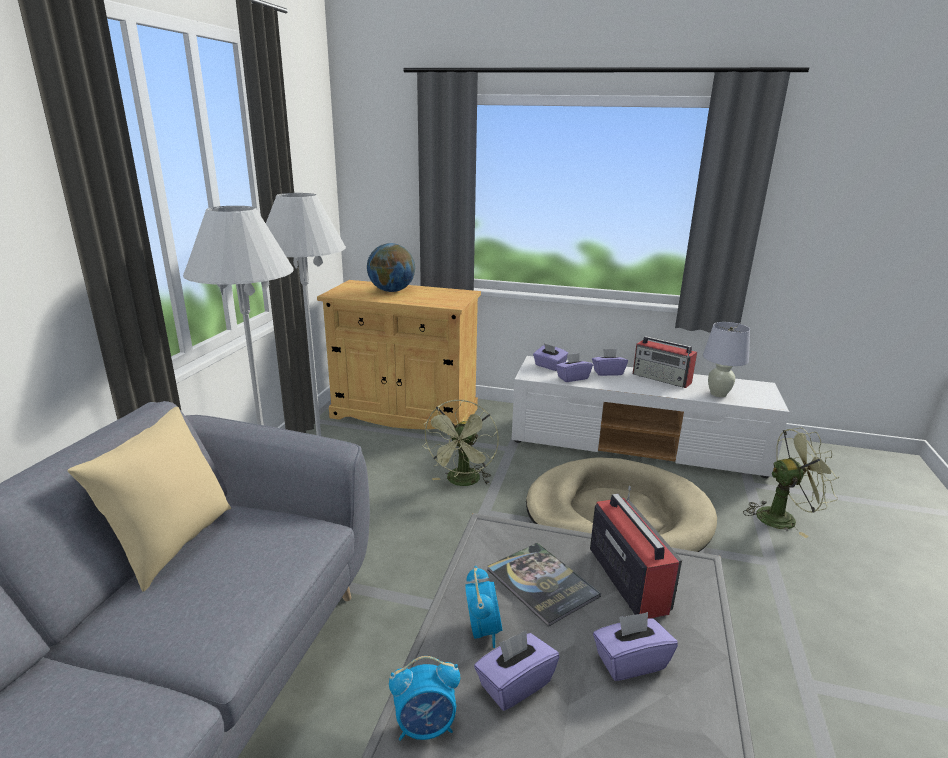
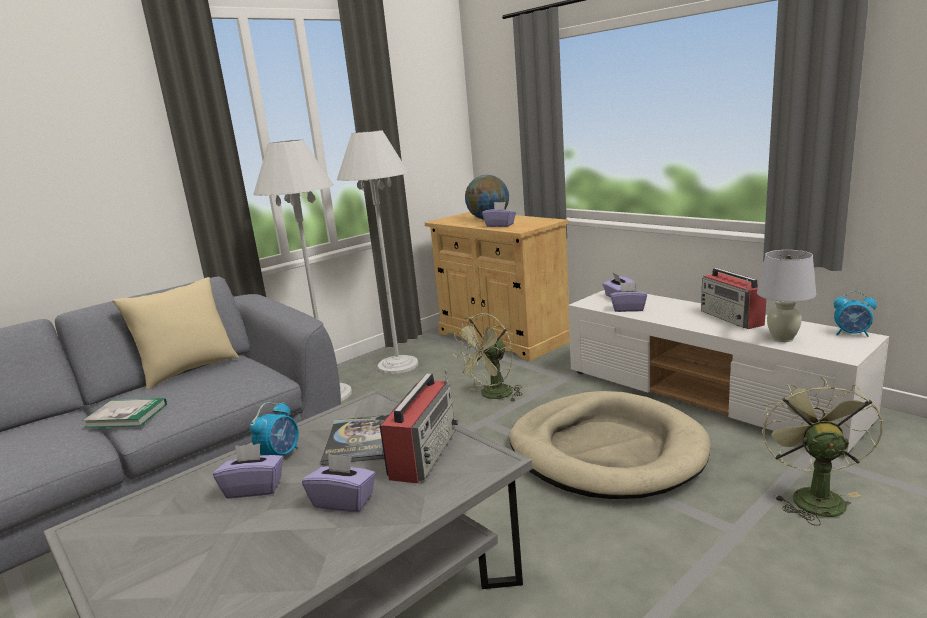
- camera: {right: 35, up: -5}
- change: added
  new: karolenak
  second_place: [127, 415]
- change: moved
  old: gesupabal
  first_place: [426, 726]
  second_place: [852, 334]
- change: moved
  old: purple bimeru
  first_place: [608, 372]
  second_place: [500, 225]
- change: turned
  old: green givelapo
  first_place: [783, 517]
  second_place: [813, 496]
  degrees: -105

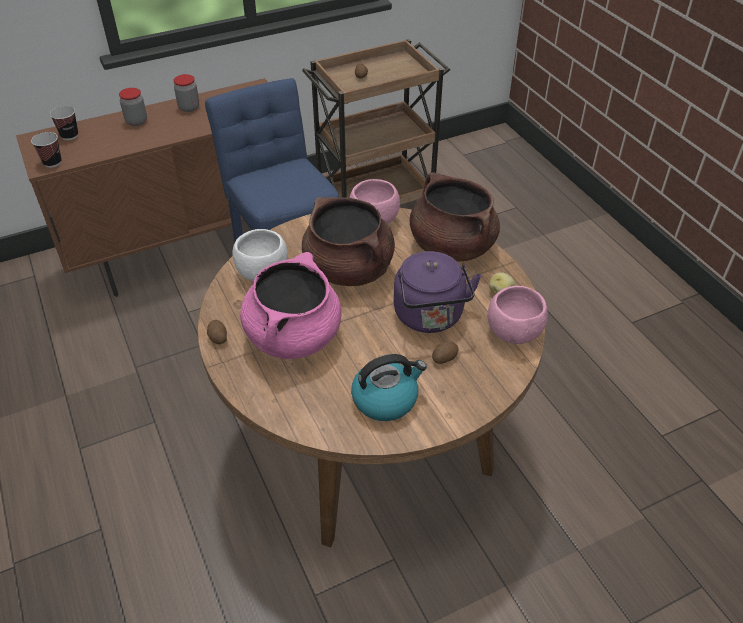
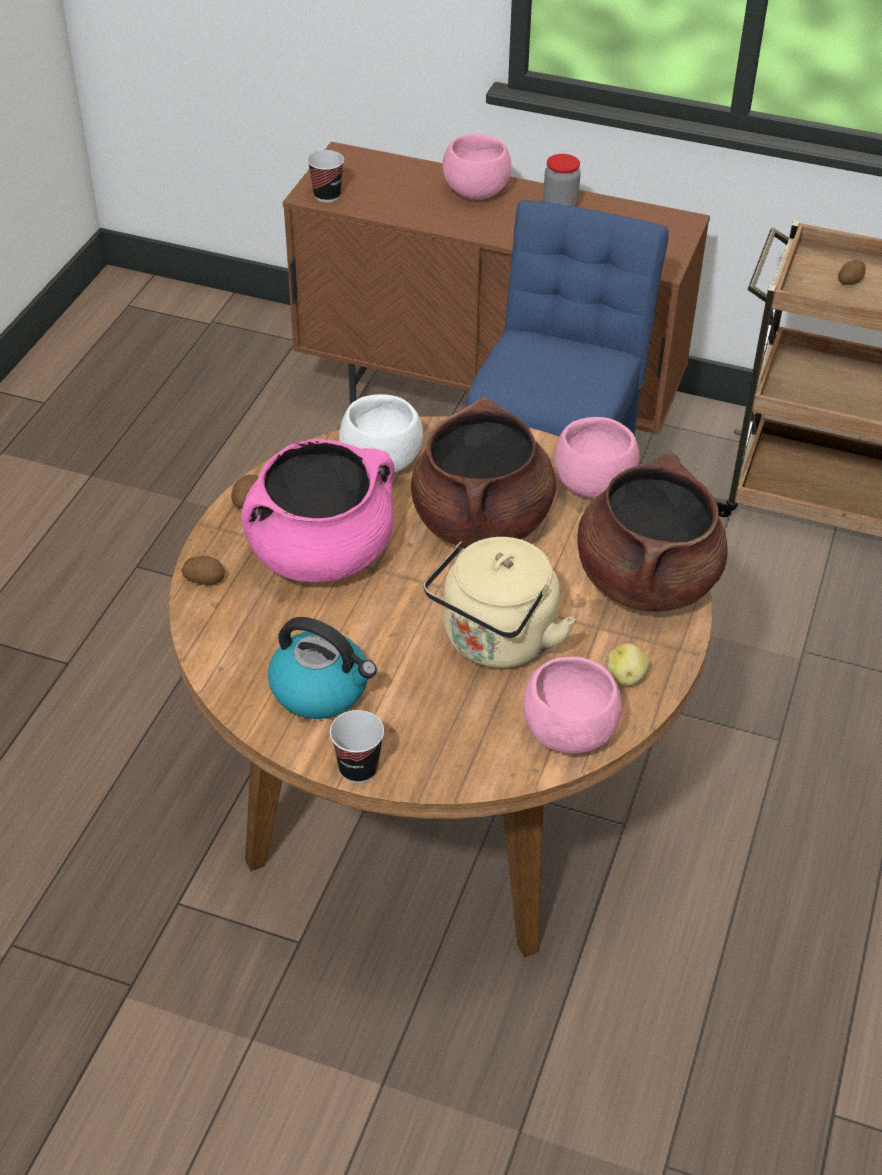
- camera: {right: 45, up: 0}
- change: moved
  old: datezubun
  first_place: [69, 135]
  second_place: [358, 768]
- change: moved
  old: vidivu
  first_place: [444, 357]
  second_place: [205, 579]
- change: replaced
  old: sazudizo
  new: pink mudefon
  first_place: [136, 121]
  second_place: [476, 192]
- change: recoloured
  old: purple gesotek
  new: beige gesotek
  first_place: [430, 317]
  second_place: [496, 642]

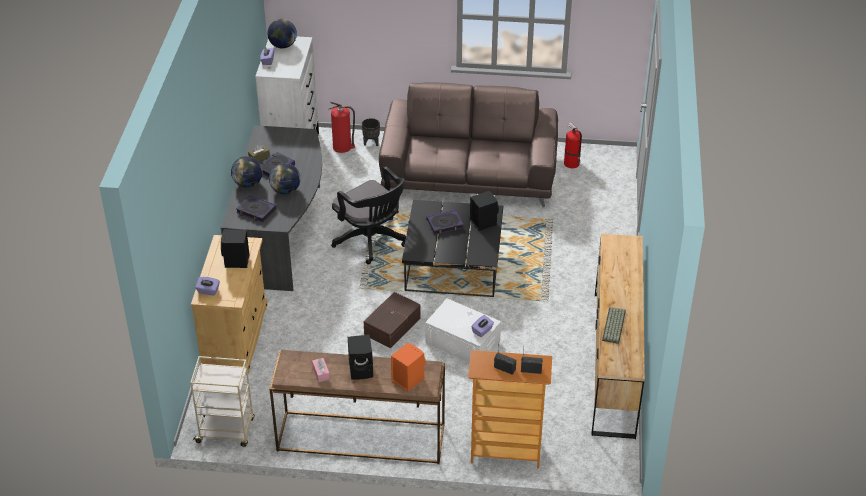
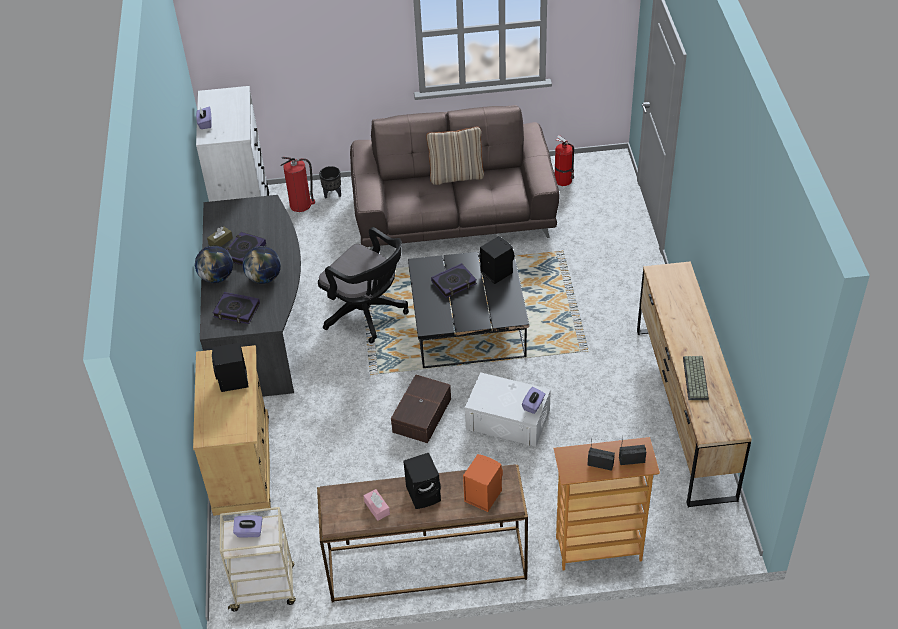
- camera: {right: -10, up: 5}
- change: removed
  old: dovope
  first_place: [283, 46]
- change: added
  new: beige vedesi
  second_place: [456, 175]
- change: moved
  old: purple bimeru
  first_place: [208, 291]
  second_place: [249, 532]

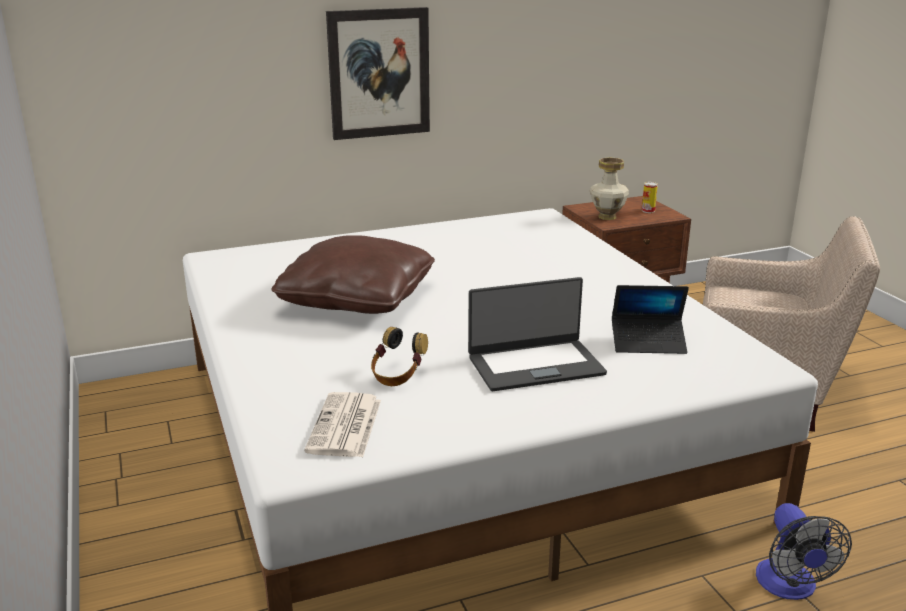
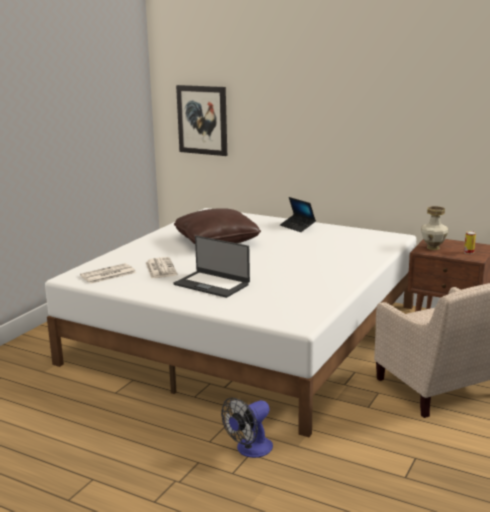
- camera: {right: 50, up: -5}
- change: moved
  old: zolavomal
  first_place: [379, 73]
  second_place: [202, 120]
- change: moved
  old: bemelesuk
  first_place: [648, 343]
  second_place: [297, 227]
- change: replaced
  old: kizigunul
  new: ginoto
  first_place: [398, 376]
  second_place: [160, 268]

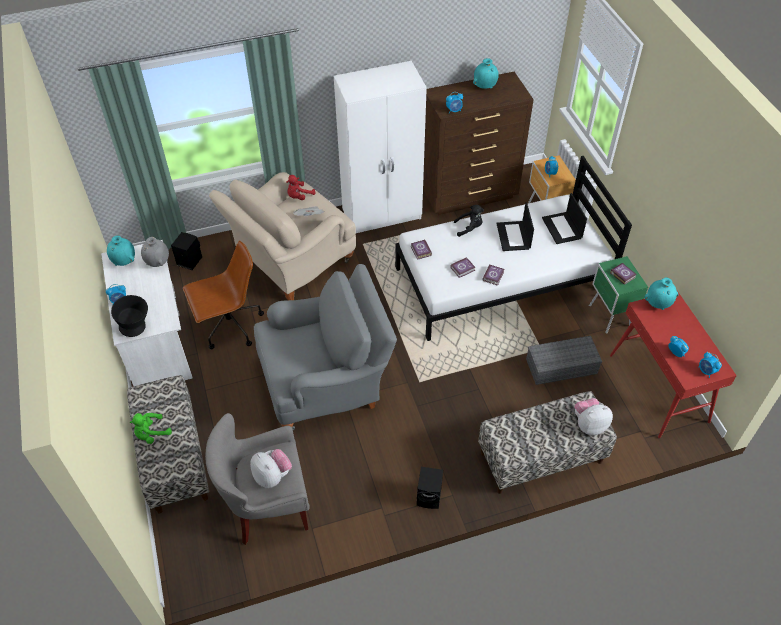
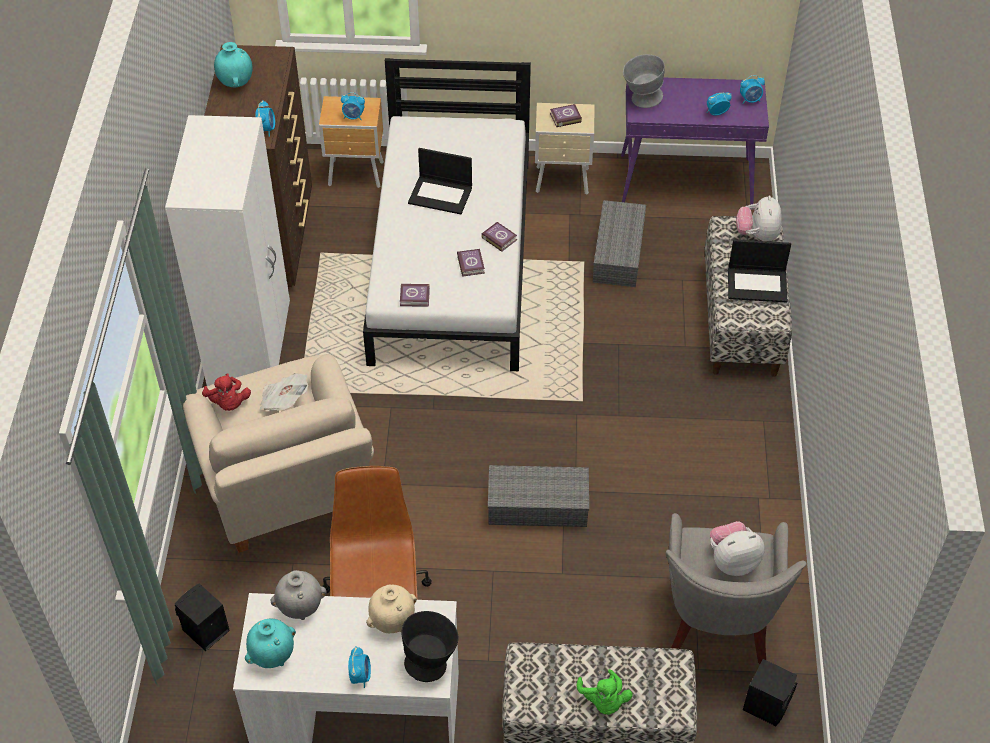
- camera: {right: -70, up: 0}
- change: removed
  old: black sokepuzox
  first_place: [469, 228]
- change: added
  new: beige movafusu
  second_place: [393, 621]
- change: moved
  old: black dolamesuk
  first_place: [430, 496]
  second_place: [767, 704]
- change: moved
  old: bemelesuk
  first_place: [562, 228]
  second_place: [757, 284]
- change: replaced
  old: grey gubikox
  new: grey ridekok
  first_place: [327, 382]
  second_place: [539, 504]
- change: replaced
  old: turquoise movafusu
  new: grey mudefon
  first_place: [658, 304]
  second_place: [640, 99]
- change: recoloured
  old: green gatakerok
  new: beige gatakerok
  first_place: [609, 317]
  second_place: [563, 181]
- change: recoloured
  old: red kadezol
  new: purple kadezol
  first_place: [658, 388]
  second_place: [687, 181]

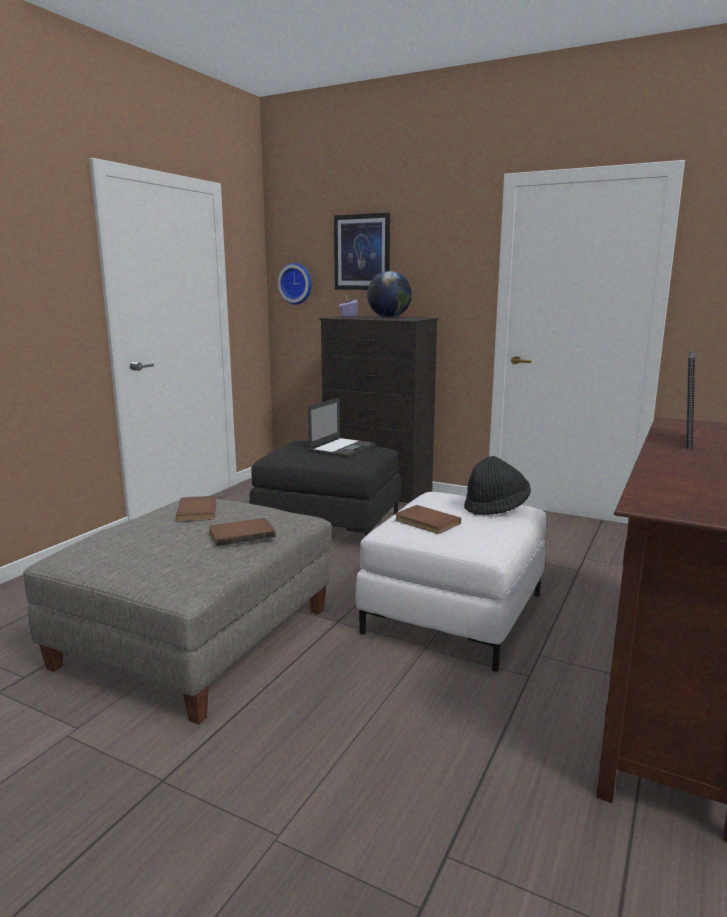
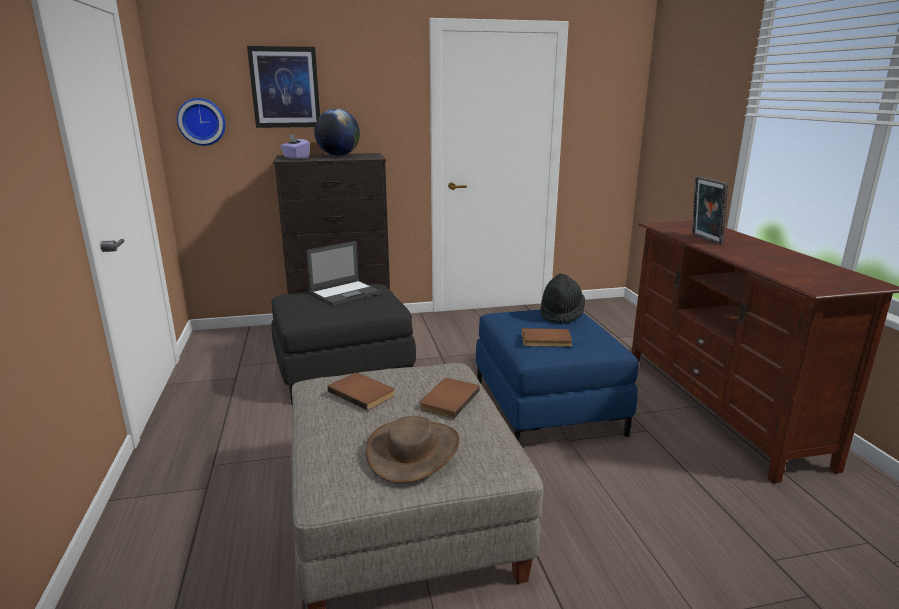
- camera: {right: -40, up: 5}
- change: added
  new: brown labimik
  second_place: [414, 451]
- change: recoloured
  old: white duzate
  new: blue duzate
  first_place: [454, 613]
  second_place: [546, 407]
- change: turned
  old: bemelesuk
  first_place: [342, 448]
  second_place: [346, 293]
  degrees: 60

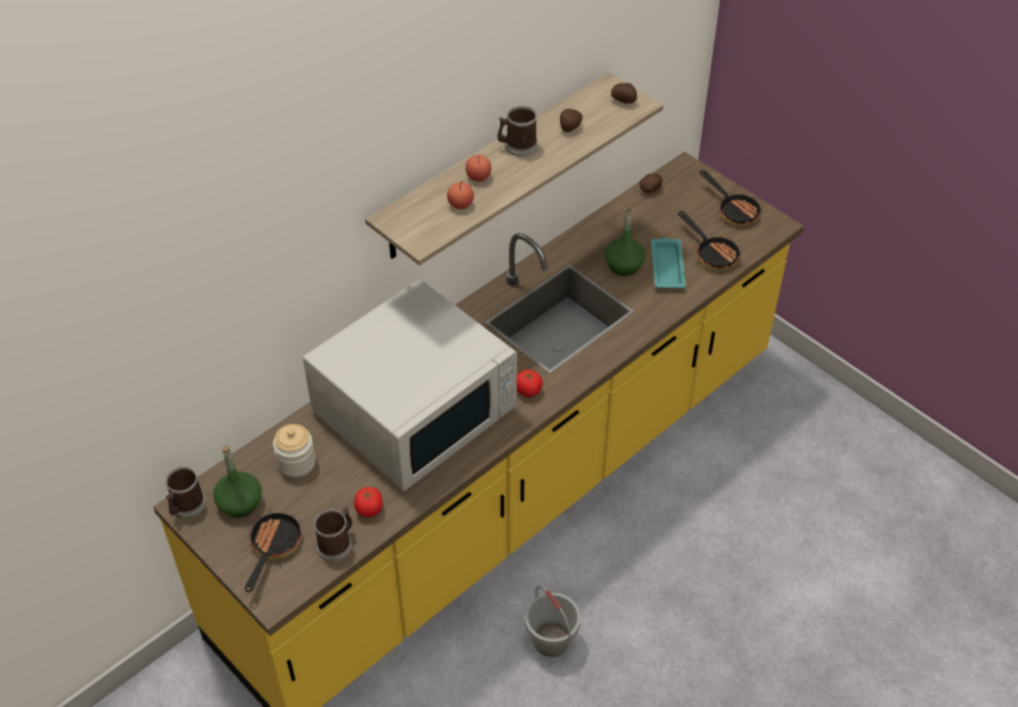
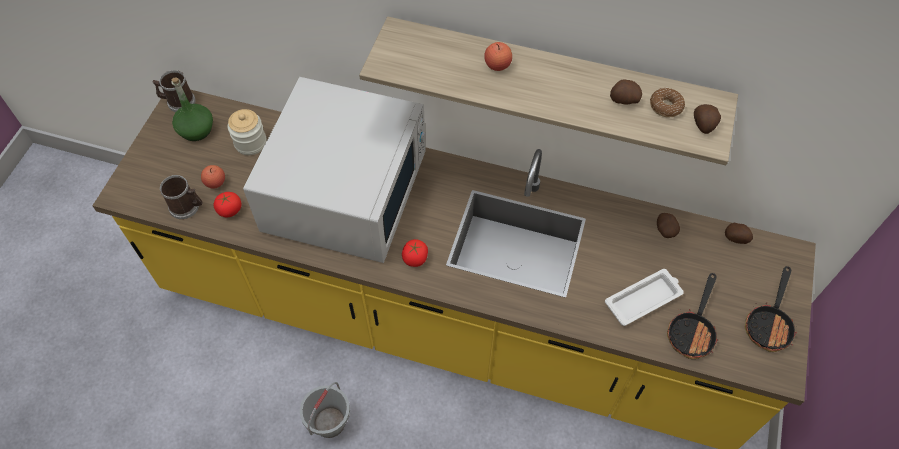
- camera: {right: 60, up: 10}
- change: removed
  old: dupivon
  first_place: [273, 548]
- change: removed
  old: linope
  first_place: [517, 146]
- change: removed
  old: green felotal
  first_place: [623, 265]
- change: added
  new: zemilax
  second_place: [665, 106]
- change: added
  new: vidivu
  second_place: [665, 230]
- change: moved
  old: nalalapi
  first_place: [460, 204]
  second_place: [215, 182]
- change: recoloured
  old: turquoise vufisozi
  new: white vufisozi
  first_place: [667, 266]
  second_place: [644, 299]
- change: turned
  old: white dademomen
  first_place: [416, 410]
  second_place: [346, 190]
  degrees: -90

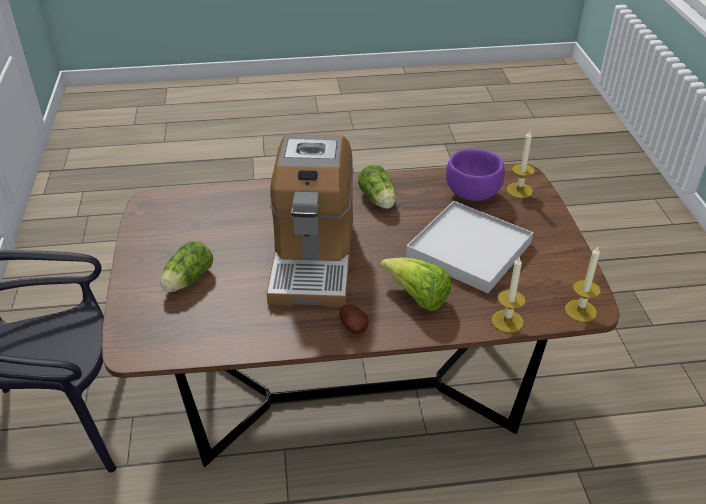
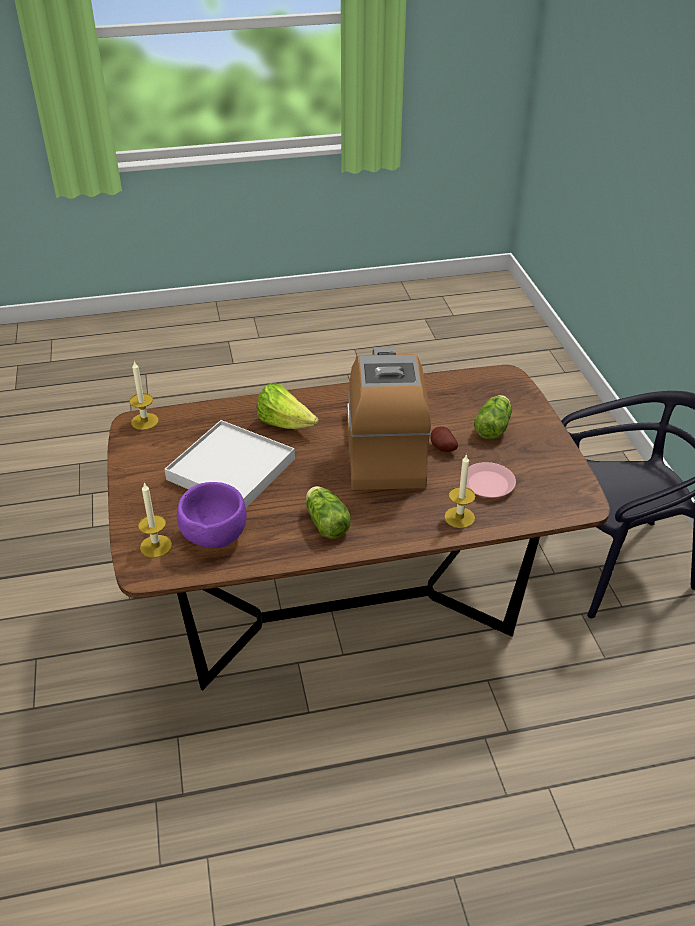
- camera: {right: 175, up: 0}
- change: added
  new: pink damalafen
  second_place: [488, 484]
- change: moved
  old: vidivu
  first_place: [355, 328]
  second_place: [442, 448]
- change: moved
  old: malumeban
  first_place: [507, 321]
  second_place: [459, 517]

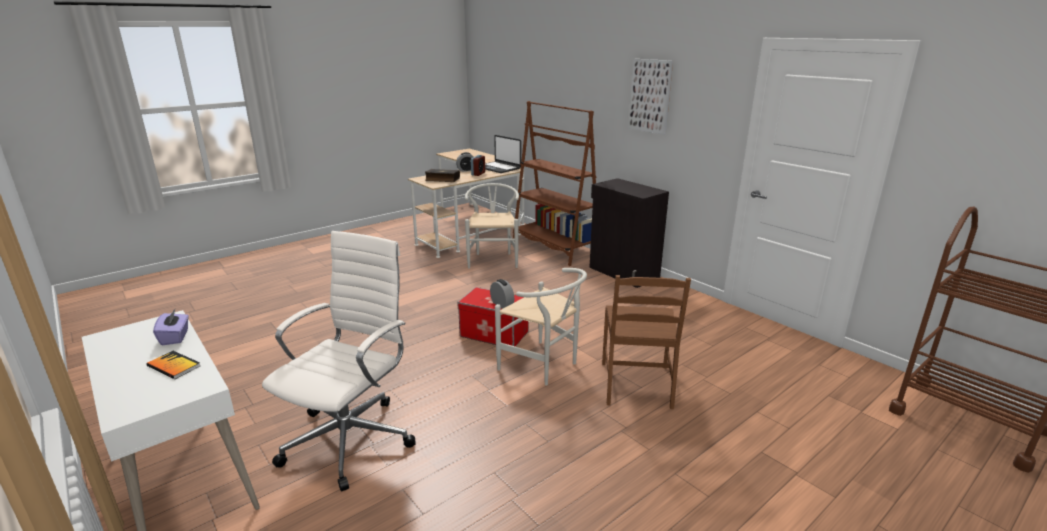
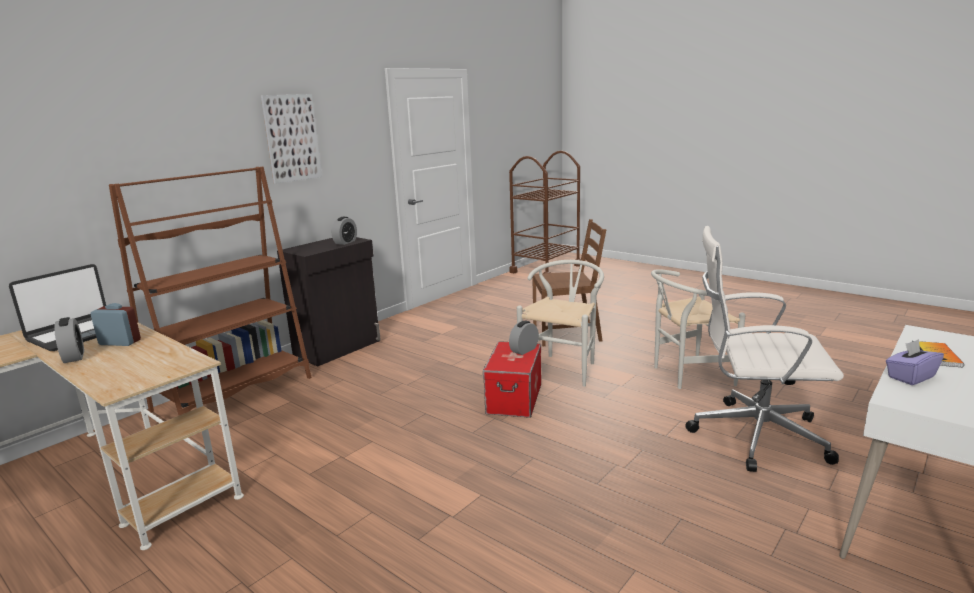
- camera: {right: -100, up: -5}
- change: removed
  old: karolenak
  first_place: [442, 179]
- change: added
  new: gesupabal
  second_place: [345, 242]
- change: moved
  old: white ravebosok
  first_place: [493, 259]
  second_place: [686, 374]

